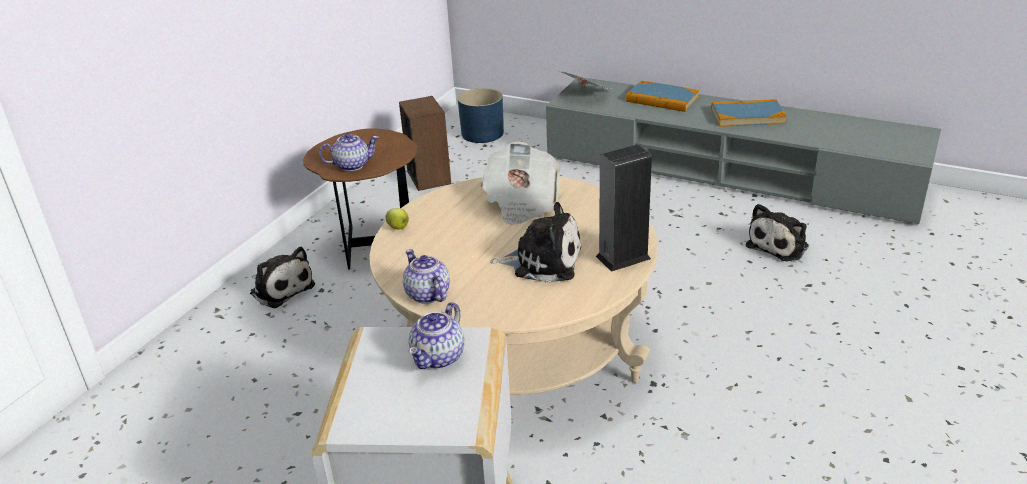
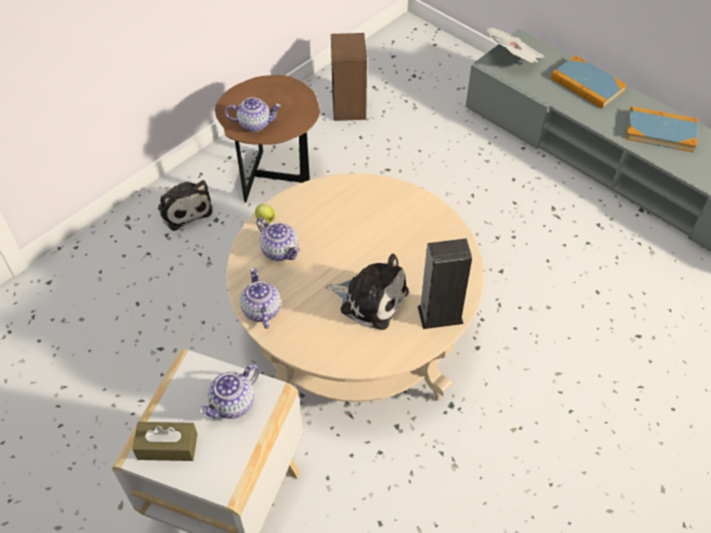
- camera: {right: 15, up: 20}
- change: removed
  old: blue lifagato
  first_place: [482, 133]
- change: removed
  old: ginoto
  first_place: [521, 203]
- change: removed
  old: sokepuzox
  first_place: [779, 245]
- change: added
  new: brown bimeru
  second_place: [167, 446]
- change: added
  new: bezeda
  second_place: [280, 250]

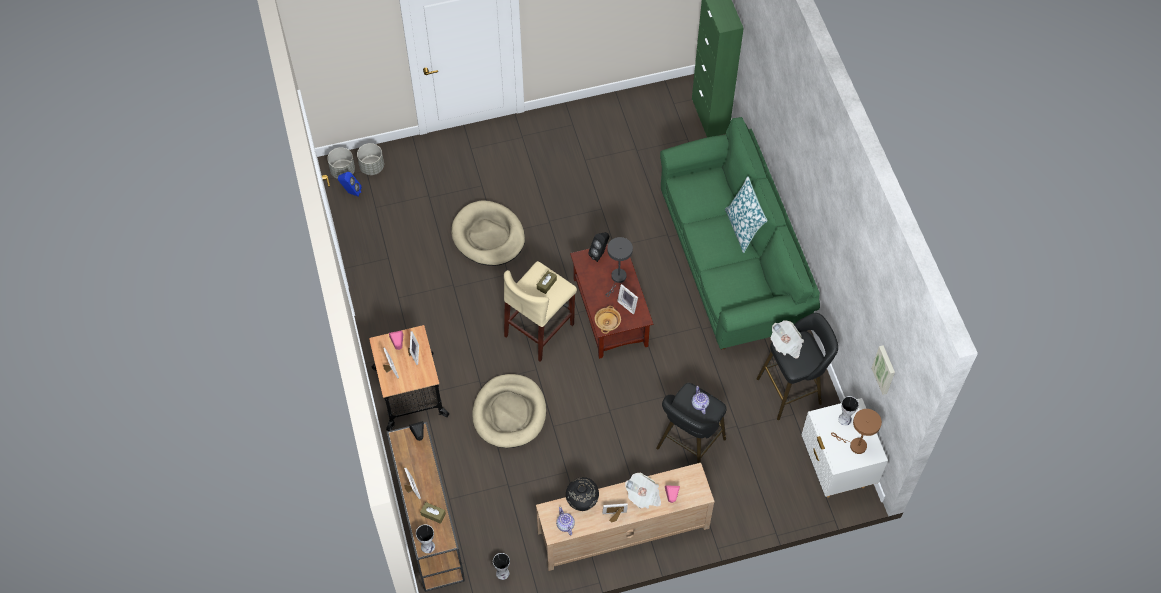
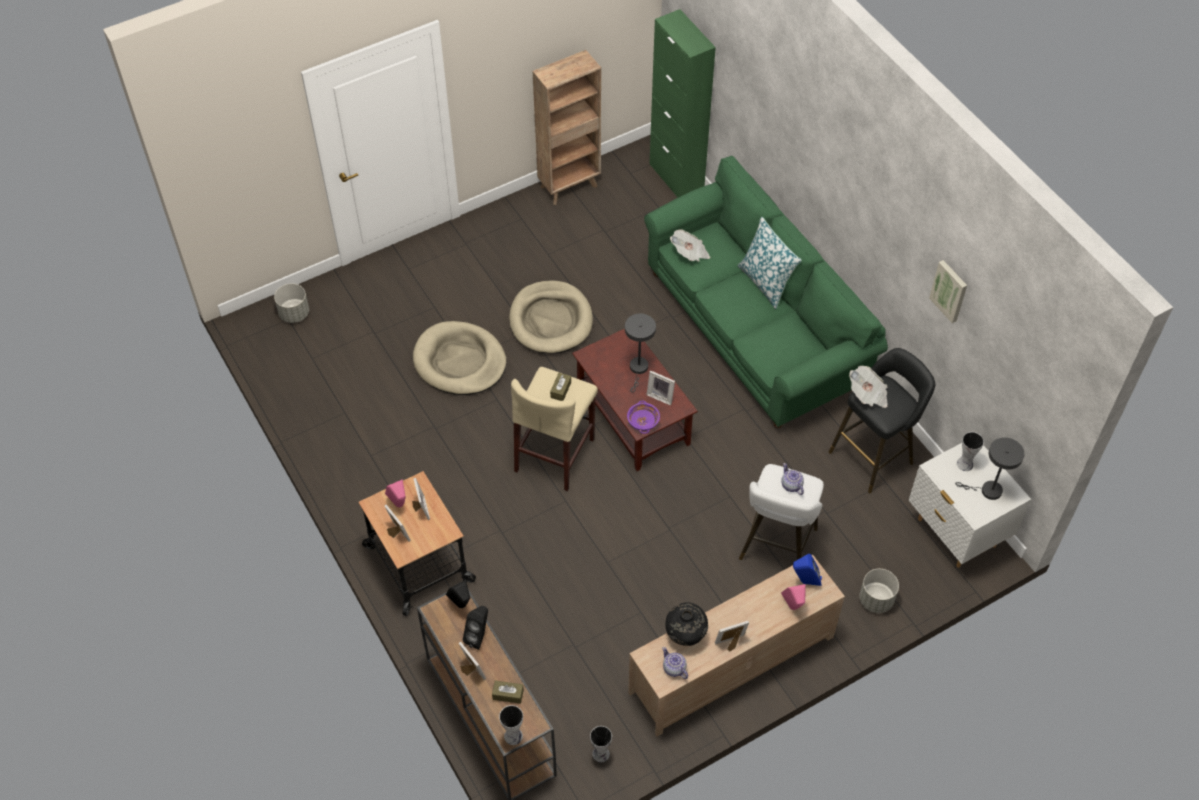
- camera: {right: -15, up: -5}
- change: added
  new: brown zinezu
  second_place: [570, 186]
- change: moved
  old: grey lifagato
  first_place: [343, 171]
  second_place: [876, 600]
- change: moved
  old: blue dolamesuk
  first_place: [351, 192]
  second_place: [805, 581]
- change: moved
  old: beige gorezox
  first_place: [509, 413]
  second_place: [551, 320]
- change: moved
  old: black dolamesuk
  first_place: [600, 254]
  second_place: [479, 636]
- change: moved
  old: ginoto
  first_place: [643, 496]
  second_place: [690, 253]
- change: moved
  old: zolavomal
  first_place: [885, 369]
  second_place: [949, 290]
- change: recoloured
  old: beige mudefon
  new: purple mudefon
  first_place: [607, 323]
  second_place: [643, 422]
- change: recoloured
  old: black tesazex
  new: white tesazex
  first_place: [688, 446]
  second_place: [777, 548]
- change: recoloured
  old: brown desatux
  new: grey desatux
  first_place: [855, 445]
  second_place: [987, 491]

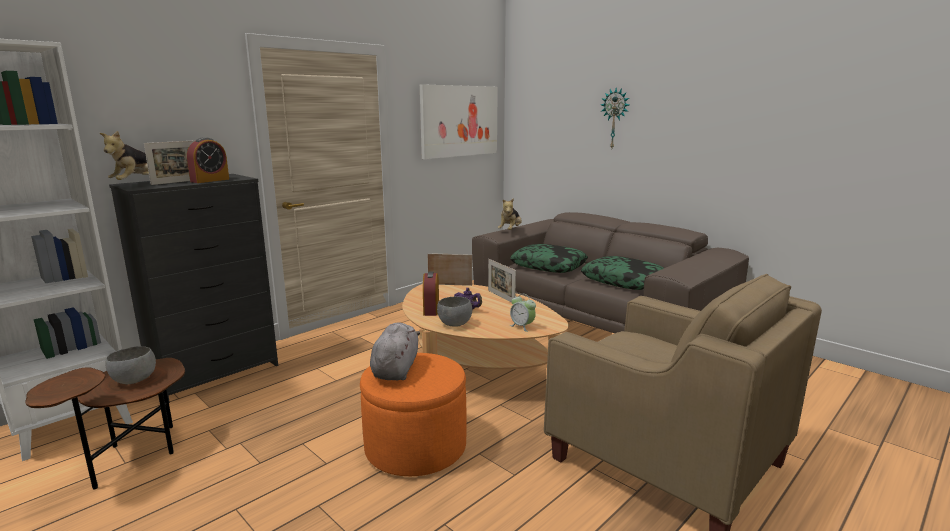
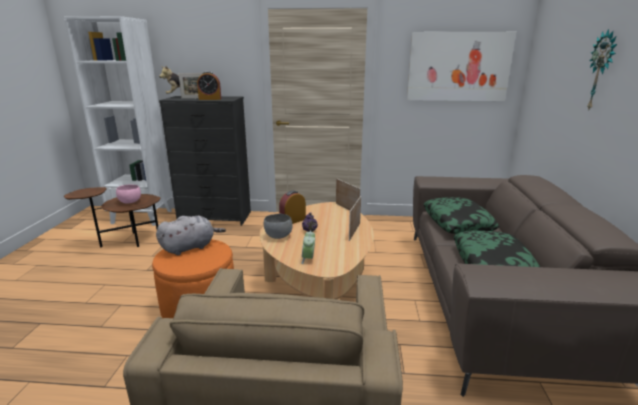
- camera: {right: 50, up: 5}
- change: removed
  old: sokepuzox
  first_place: [510, 231]
- change: recoloured
  old: grey mudefon
  new: pink mudefon
  first_place: [133, 380]
  second_place: [129, 202]

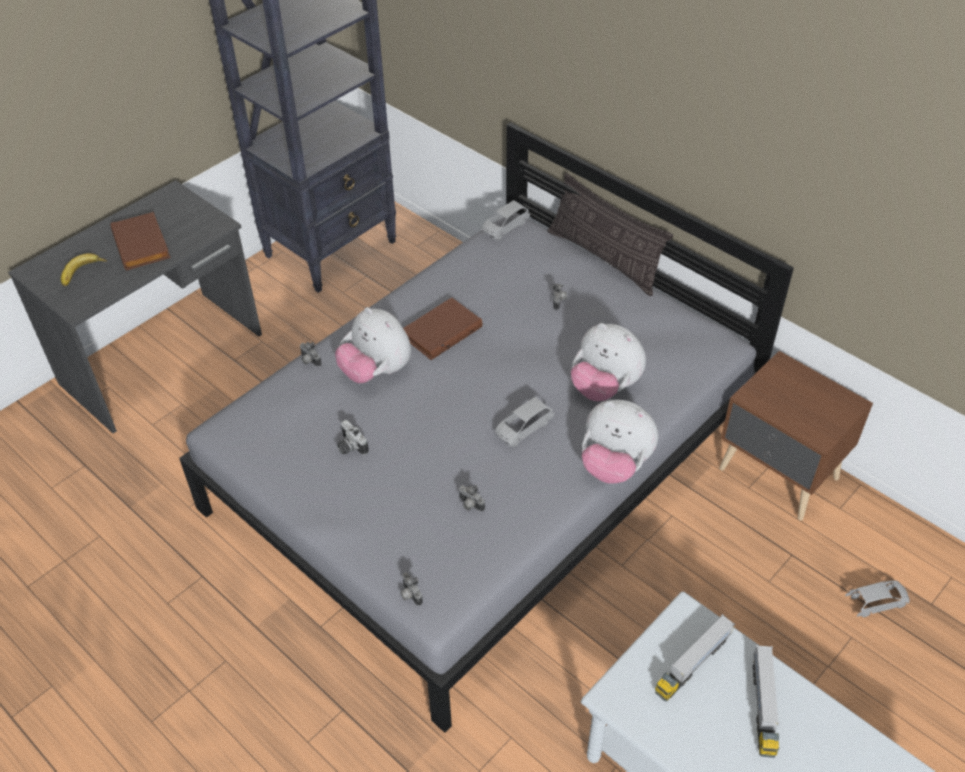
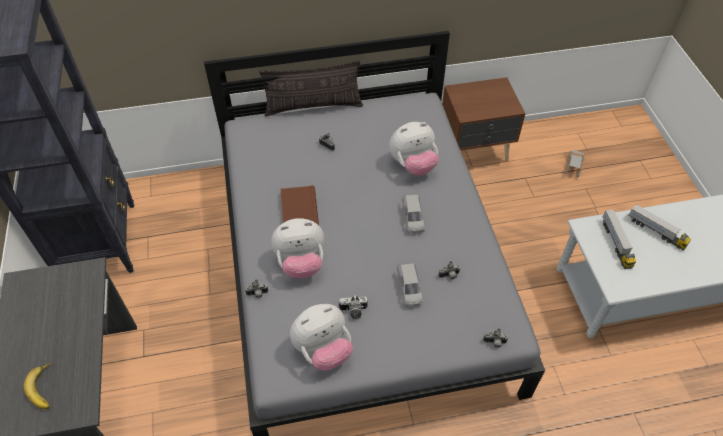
- camera: {right: -55, up: 5}
- change: removed
  old: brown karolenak
  first_place: [143, 244]
- change: moved
  old: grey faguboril
  first_place: [504, 227]
  second_place: [409, 288]
- change: moved
  old: sokepuzox
  first_place: [614, 465]
  second_place: [323, 350]

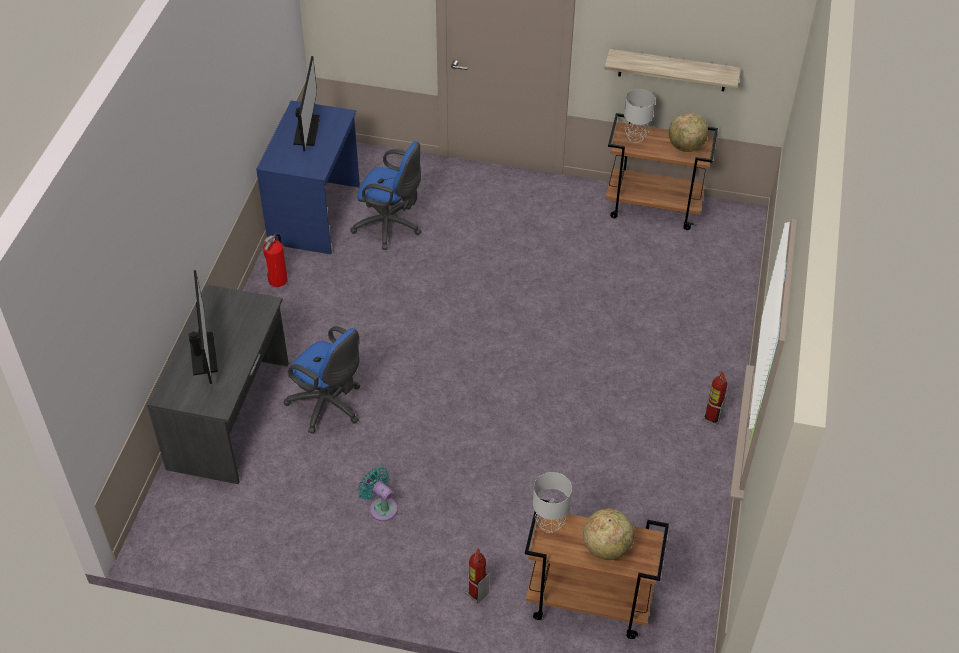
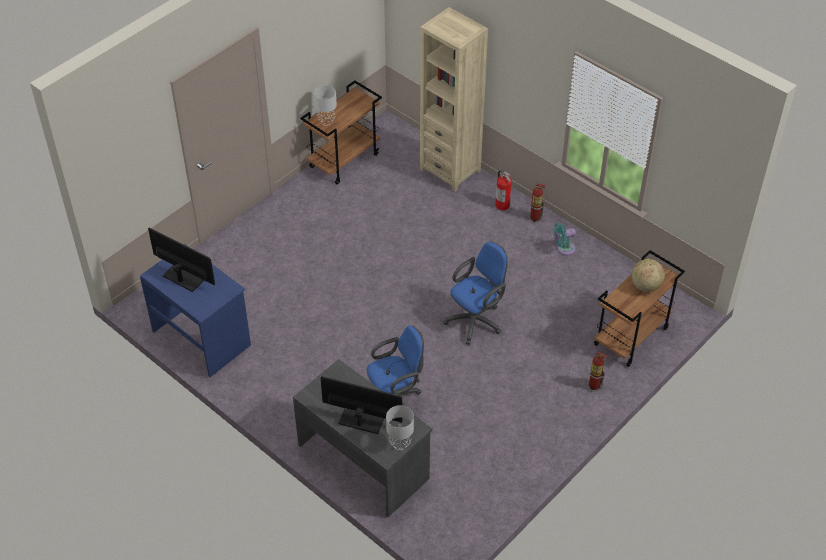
- camera: {right: -60, up: 0}
- change: removed
  old: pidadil
  first_place: [672, 70]
- change: removed
  old: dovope
  first_place: [686, 147]
- change: added
  new: beige zinezu
  second_place: [450, 170]
- change: moved
  old: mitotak
  first_place: [278, 280]
  second_place: [502, 205]
- change: moved
  old: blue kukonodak
  first_place: [390, 227]
  second_place: [476, 320]
- change: moved
  old: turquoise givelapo
  first_place: [381, 507]
  second_place: [564, 249]
- change: moved
  old: grey desatux
  first_place: [549, 524]
  second_place: [399, 444]

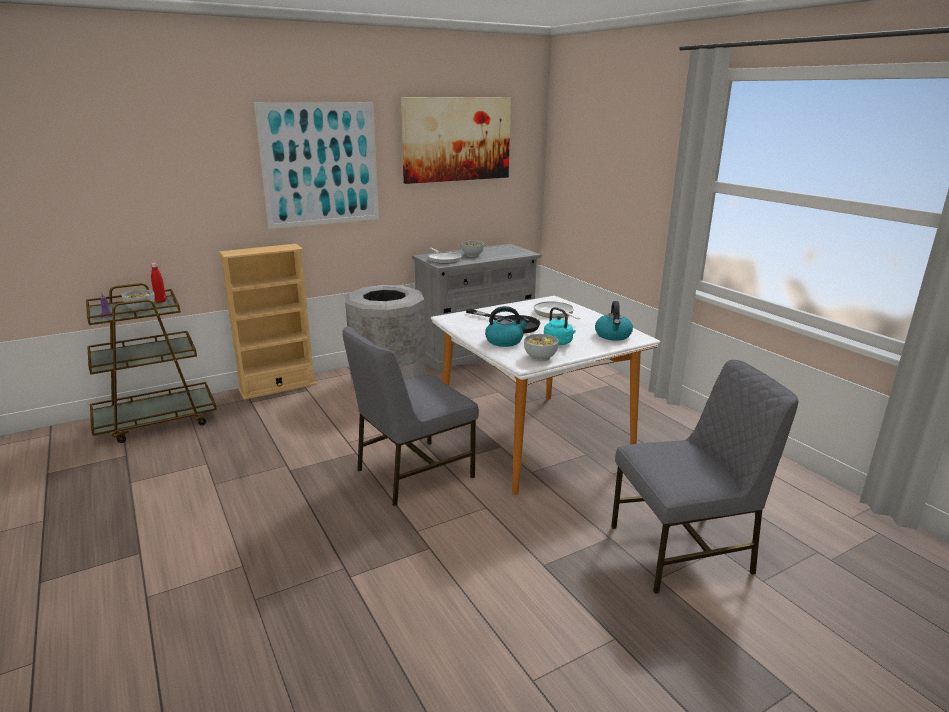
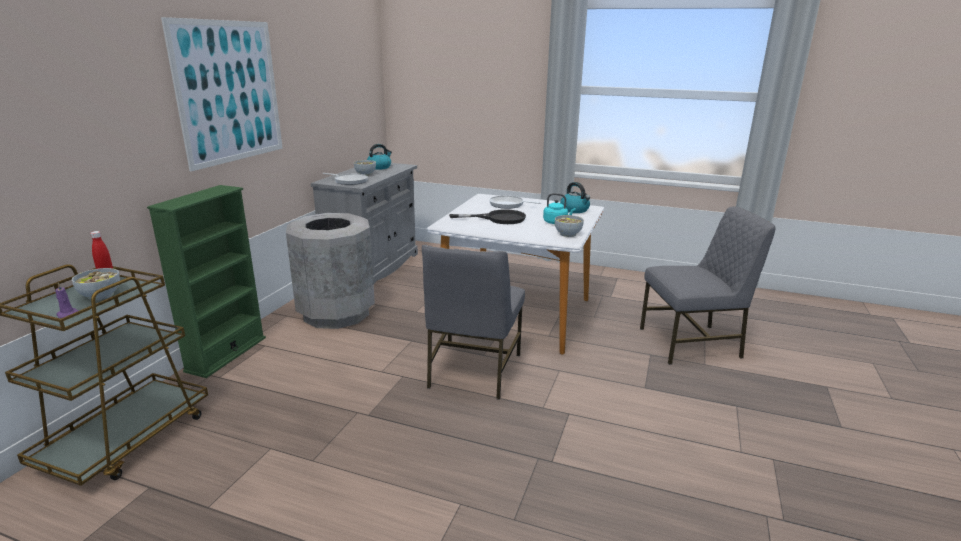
- camera: {right: -40, up: 0}
- change: removed
  old: zolavomal
  first_place: [457, 139]
- change: moved
  old: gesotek
  first_place: [505, 341]
  second_place: [379, 167]
- change: recoloured
  old: beige zinezu
  new: green zinezu
  first_place: [277, 387]
  second_place: [226, 354]
- change: turned
  old: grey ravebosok
  first_place: [683, 550]
  second_place: [692, 343]
  degrees: 45

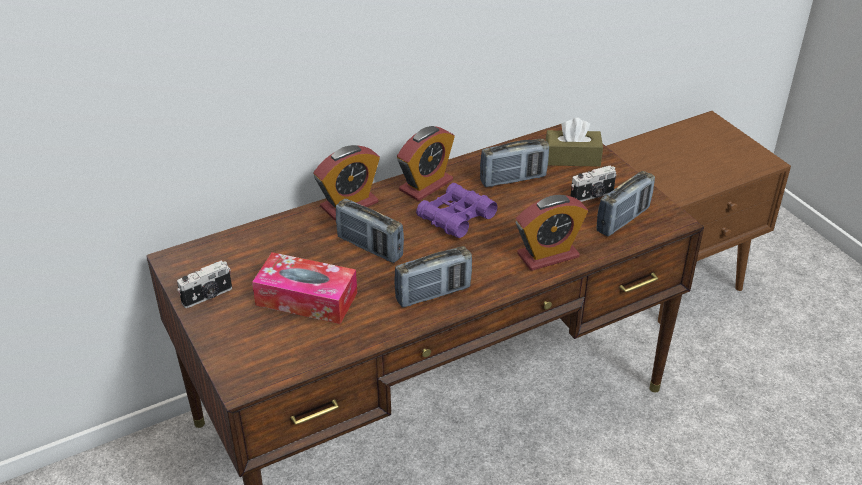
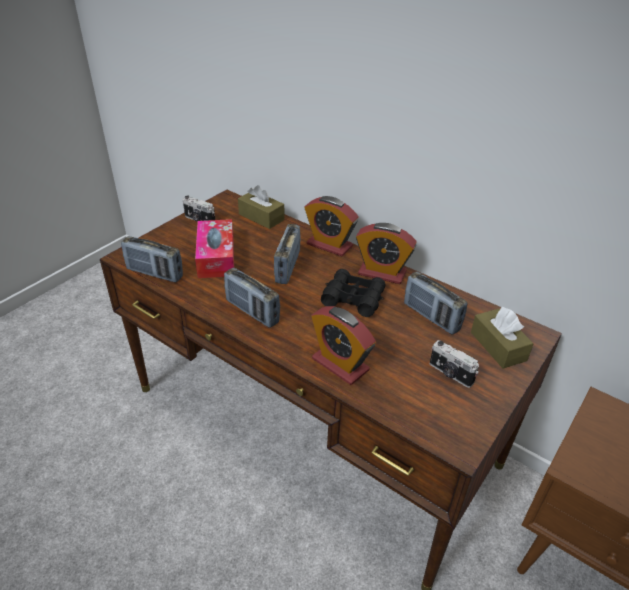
- camera: {right: 65, up: 0}
- change: added
  new: brown bimeru
  second_place: [261, 217]
- change: moved
  old: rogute
  first_place: [623, 220]
  second_place: [155, 273]
- change: recoloured
  old: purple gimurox
  new: black gimurox
  first_place: [456, 217]
  second_place: [353, 299]

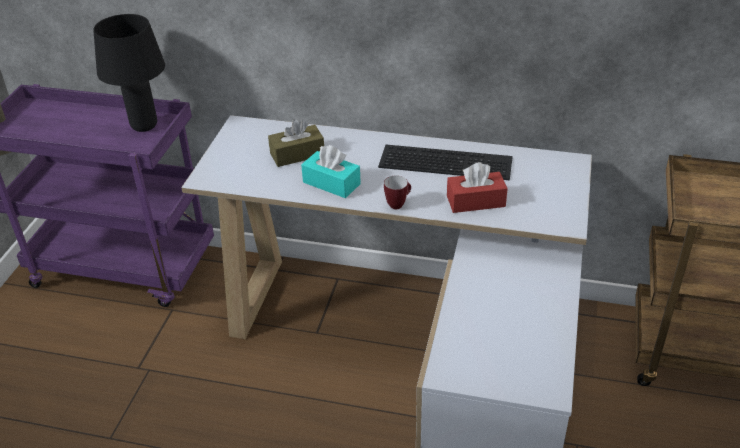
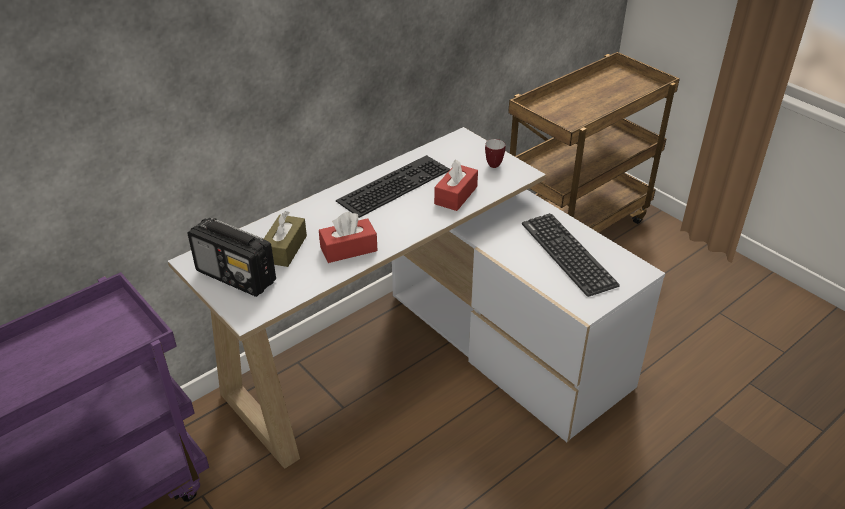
- camera: {right: -55, up: 0}
- change: removed
  old: black desatux
  first_place: [144, 126]
- change: added
  new: rogute
  second_place: [236, 276]
- change: added
  new: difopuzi
  second_place: [568, 254]
- change: moved
  old: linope
  first_place: [398, 204]
  second_place: [493, 163]
- change: recoloured
  old: turquoise bimeru
  new: red bimeru
  first_place: [331, 183]
  second_place: [348, 249]

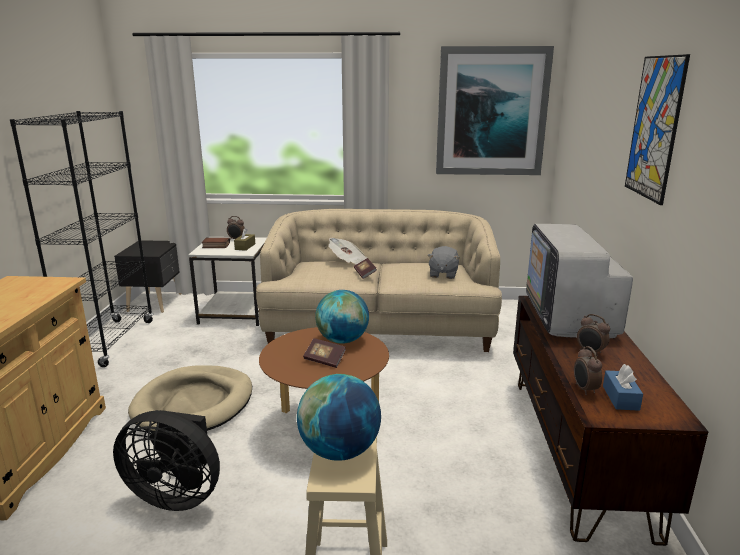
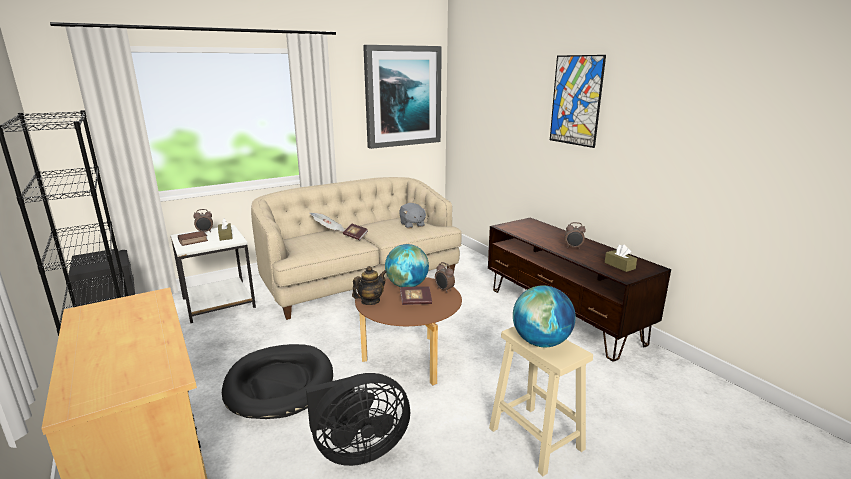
- camera: {right: -35, up: 0}
- change: removed
  old: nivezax
  first_place: [569, 317]
- change: added
  new: bezeda
  second_place: [370, 301]
- change: moved
  old: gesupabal
  first_place: [584, 389]
  second_place: [444, 290]
- change: recoloured
  old: beige gorezox
  new: black gorezox
  first_place: [194, 404]
  second_place: [280, 384]
- change: recoloured
  old: blue bimeru
  new: brown bimeru
  first_place: [620, 398]
  second_place: [619, 266]

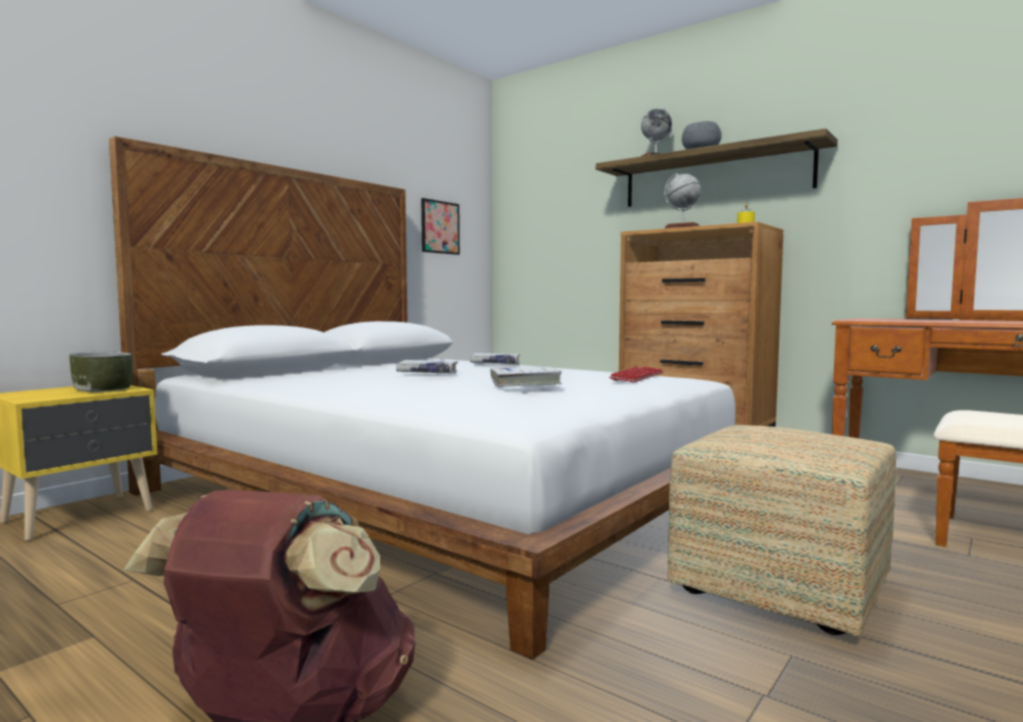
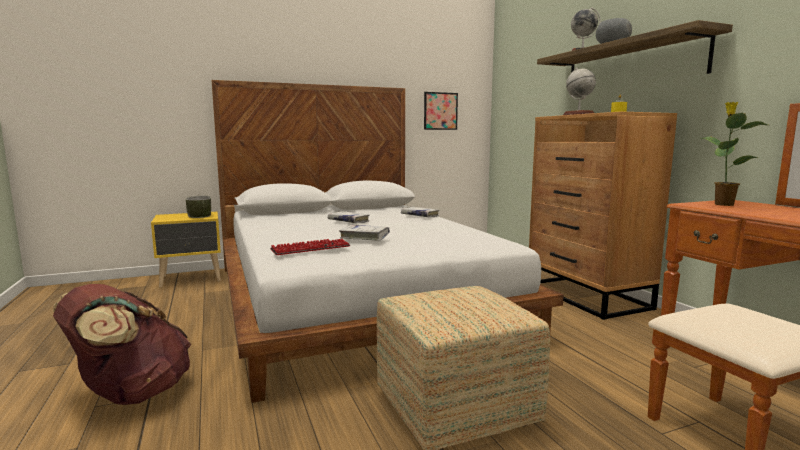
- camera: {right: 30, up: 5}
- change: added
  new: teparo
  second_place: [723, 204]
- change: moved
  old: difopuzi
  first_place: [637, 377]
  second_place: [311, 248]

